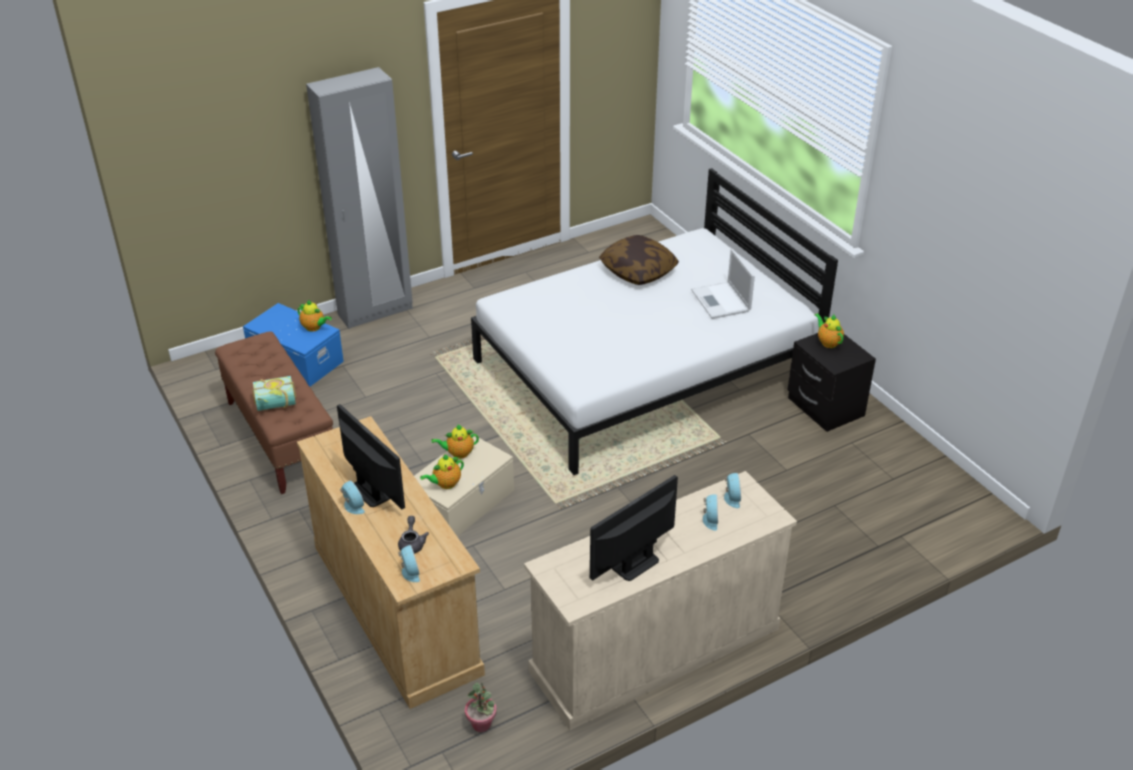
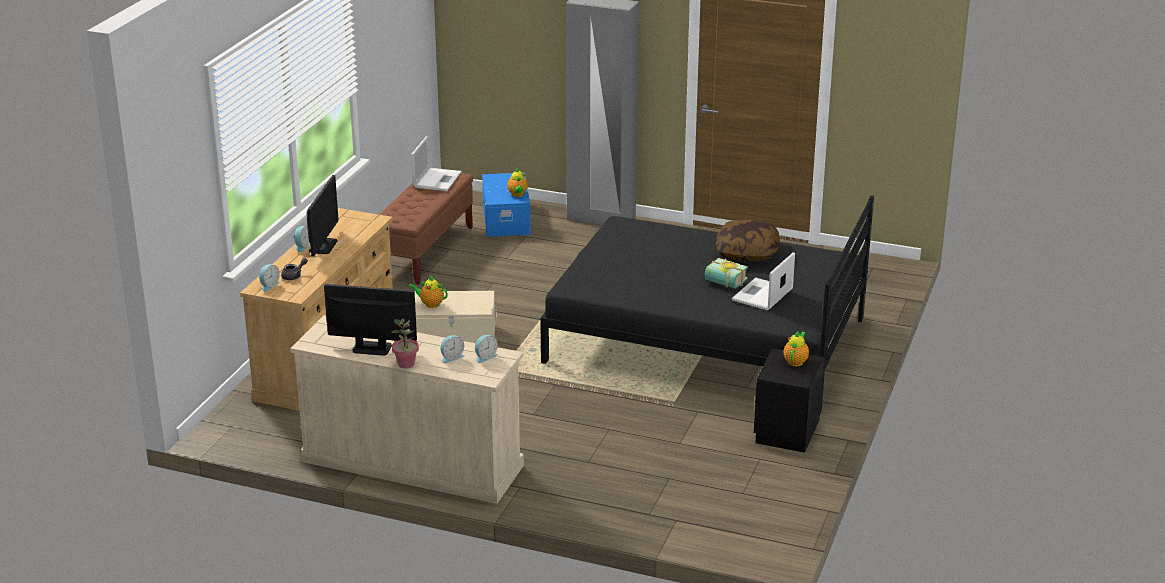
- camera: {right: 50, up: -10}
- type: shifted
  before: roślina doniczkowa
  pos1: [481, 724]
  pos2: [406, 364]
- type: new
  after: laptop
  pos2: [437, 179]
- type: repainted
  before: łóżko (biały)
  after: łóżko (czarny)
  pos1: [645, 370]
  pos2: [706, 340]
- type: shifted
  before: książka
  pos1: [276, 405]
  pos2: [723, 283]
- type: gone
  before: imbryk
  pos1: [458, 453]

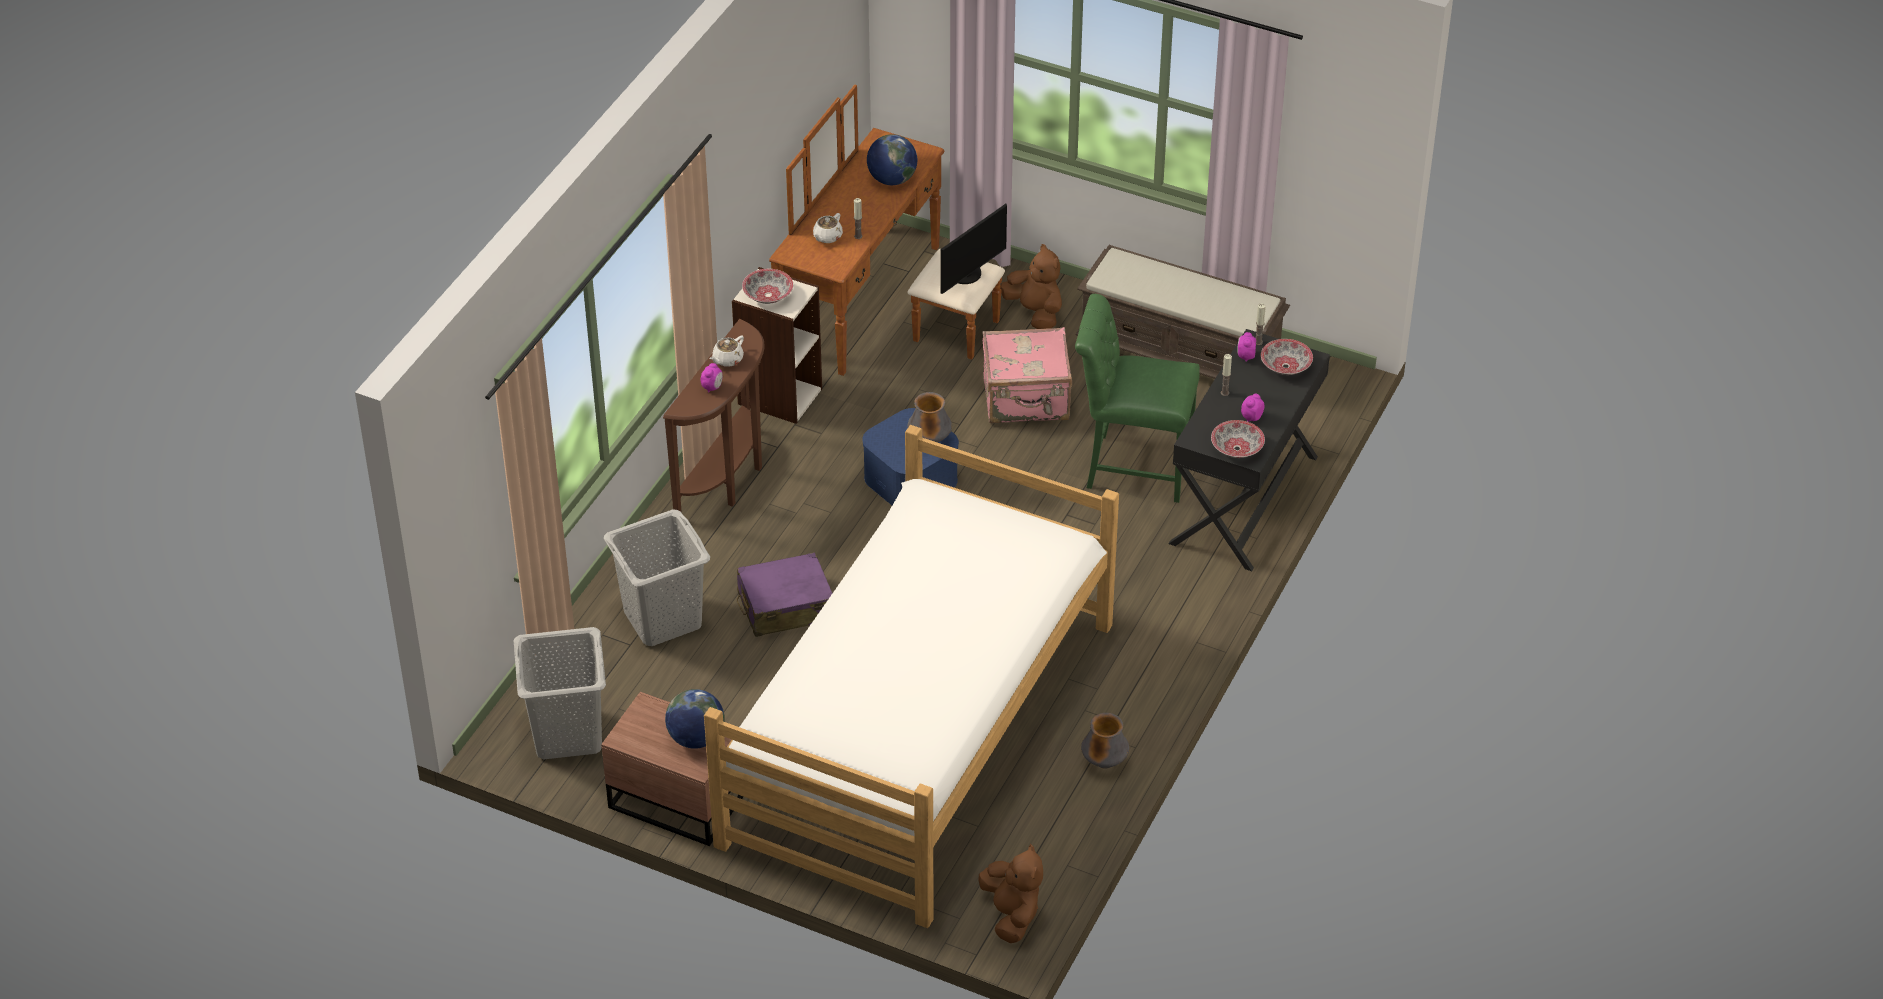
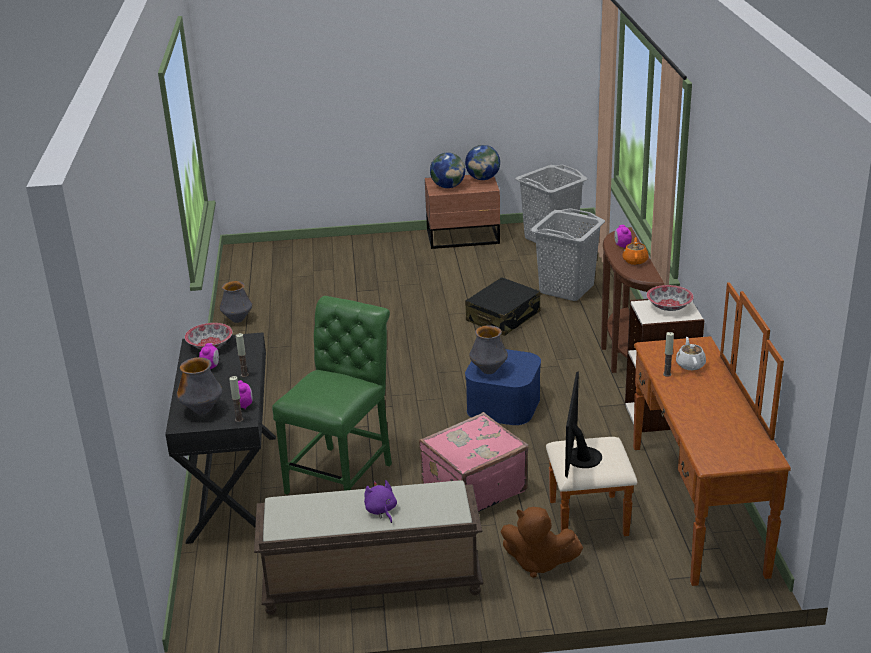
- camera: {right: 150, up: -15}
- type: swapped
  before: miska
  after: wazon
  pos1: [1285, 366]
  pos2: [202, 410]
- type: rotated
  before: krzesło (zielony)
  pos1: [1132, 466]
  pos2: [343, 475]
  turn: -45
- type: new
  after: pluszak (fioletowy)
  pos2: [381, 511]
- type: shifted
  before: globus
  pos1: [892, 179]
  pos2: [483, 178]
- type: repainted
  before: walizka (fioletowy)
  after: walizka (czarny)
  pos1: [785, 606]
  pos2: [503, 317]
- type: repainted
  before: imbryk (biały)
  after: imbryk (pomarańczowy)
  pos1: [727, 360]
  pos2: [635, 260]
- type: gone
  before: łóżko
  pos1: [917, 733]
- type: gone
  before: pluszak (brązowy)
  pos1: [1012, 914]

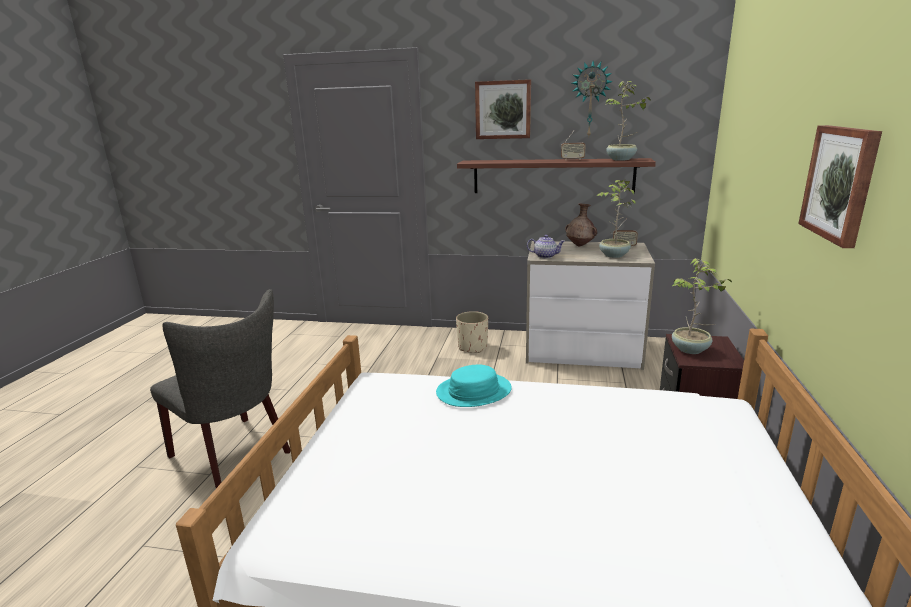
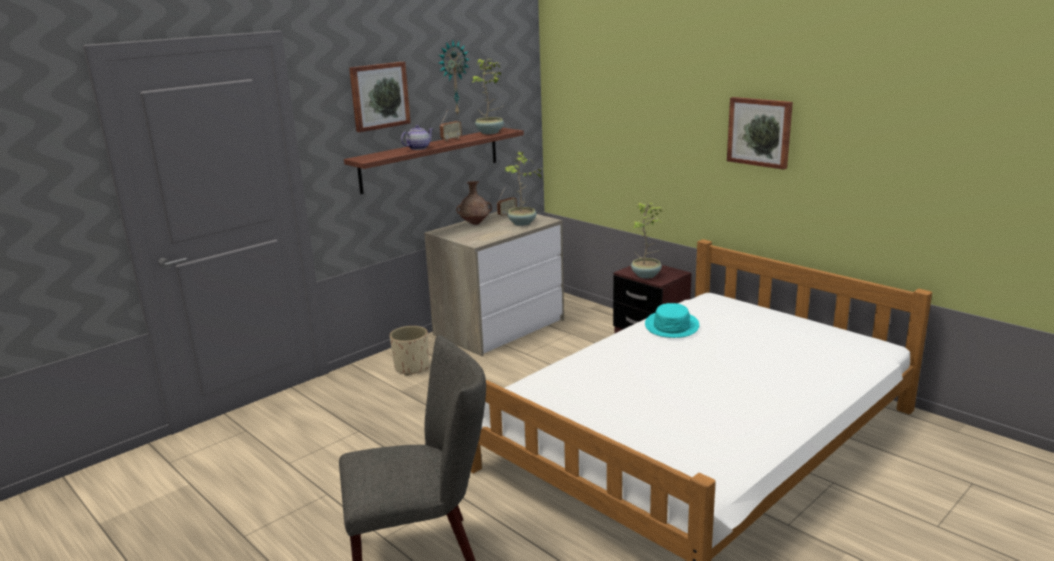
- camera: {right: -55, up: 0}
- type: shifted
  before: imbryk
  pos1: [545, 256]
  pos2: [418, 148]
- type: shifted
  before: kapelusz (turkusowy)
  pos1: [474, 391]
  pos2: [672, 326]

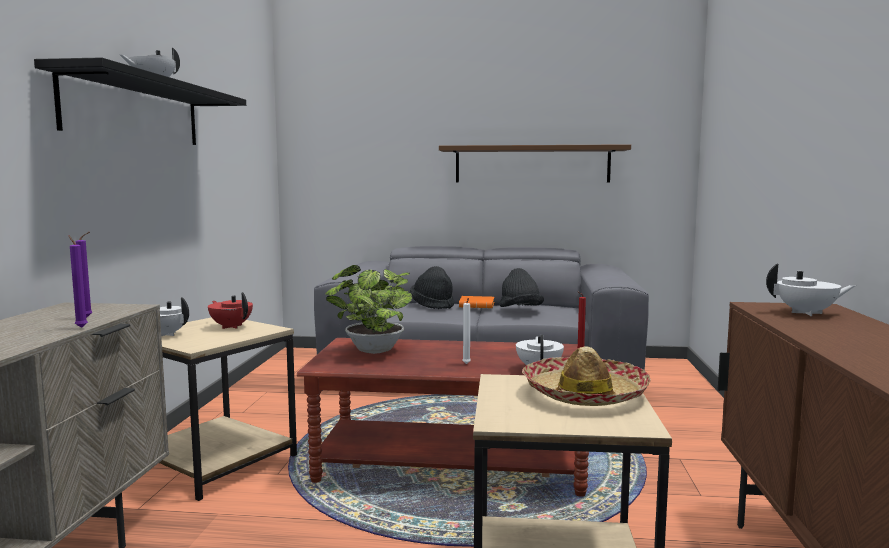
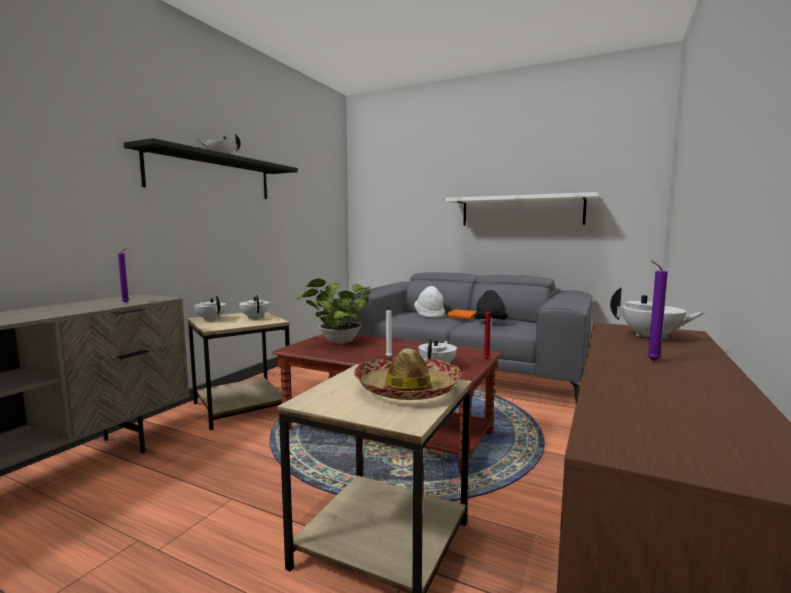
- camera: {right: 20, up: 0}
- type: repainted
  before: imbryk (czerwony)
  after: imbryk (biały)
  pos1: [231, 326]
  pos2: [255, 317]
- type: repainted
  before: kapelusz (czarny)
  after: kapelusz (biały)
  pos1: [432, 305]
  pos2: [429, 314]
- type: repainted
  before: półka (brązowy)
  after: półka (biały)
  pos1: [532, 164]
  pos2: [521, 211]
- type: shifted
  before: świeca (fioletowy)
  pos1: [80, 327]
  pos2: [651, 360]

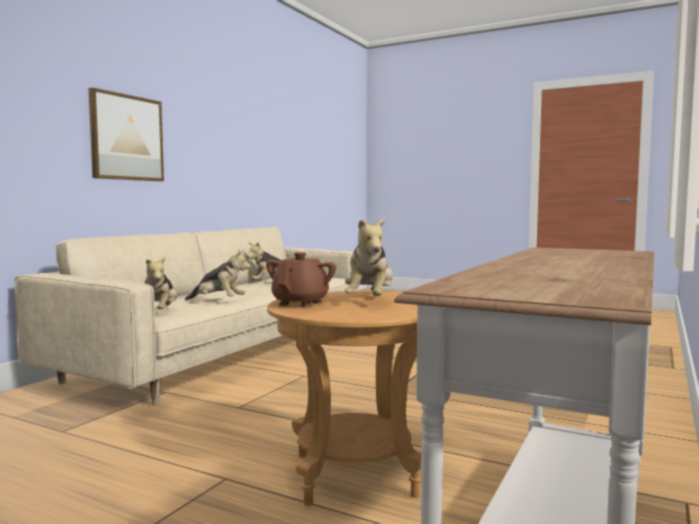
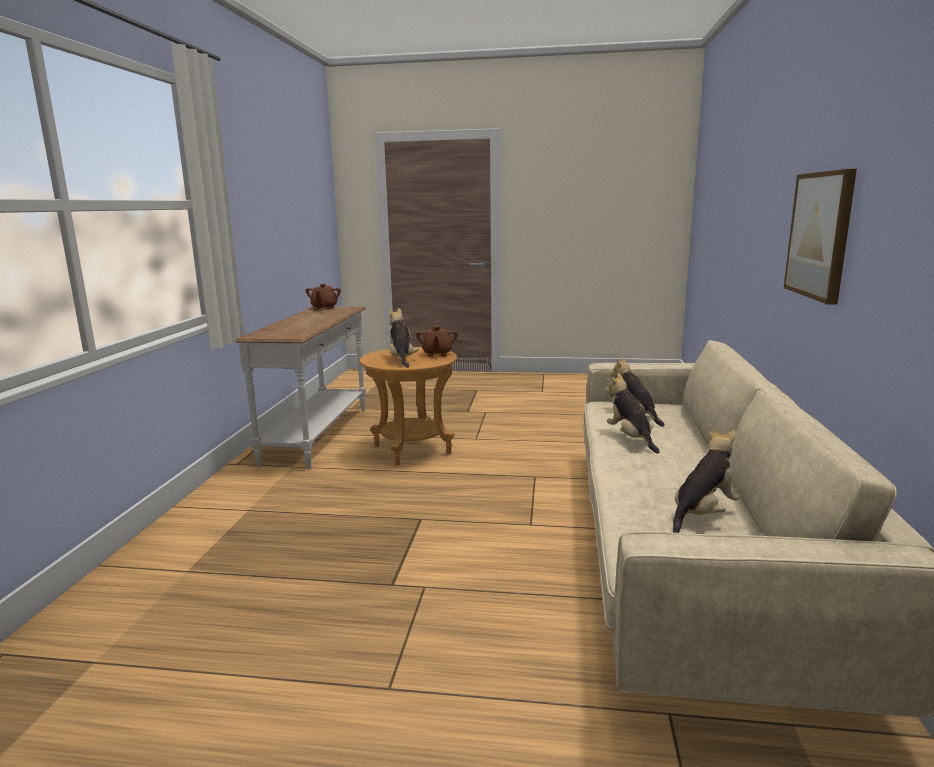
- camera: {right: 160, up: 10}
- type: new
  after: imbryk (brązowy)
  pos2: [324, 308]
- type: rotated
  before: pluszak
  pos1: [218, 301]
  pos2: [630, 438]
  turn: 75

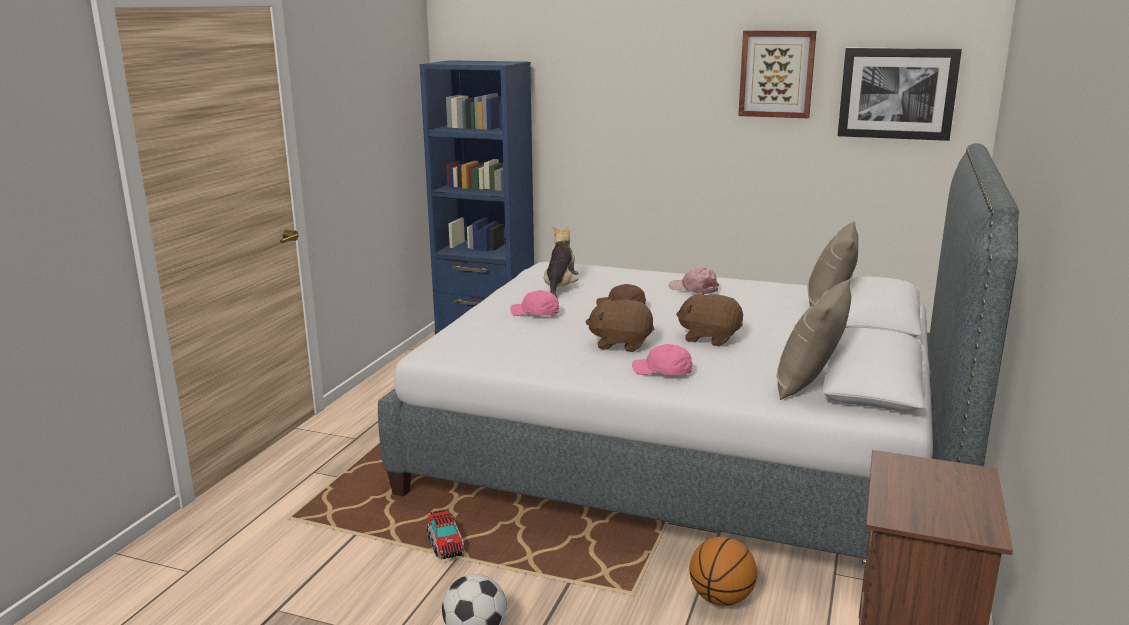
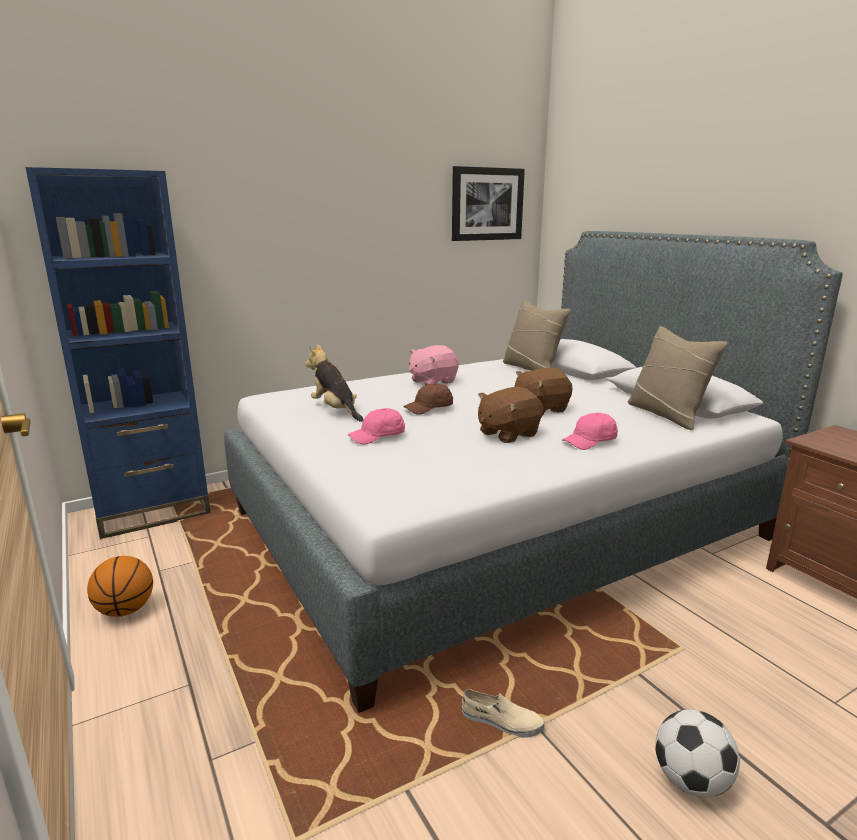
- camera: {right: -50, up: 0}
- type: shifted
  before: piłka do koszykówki
  pos1: [720, 598]
  pos2: [125, 610]
- type: swapped
  before: czapka z daszkiem (różowy)
  after: pluszak (różowy)
  pos1: [694, 288]
  pos2: [432, 381]
- type: swapped
  before: ciężarówka zabawkowa
  after: but (beżowy)
  pos1: [445, 544]
  pos2: [501, 721]
- type: gone
  before: obraz
  pos1: [776, 74]

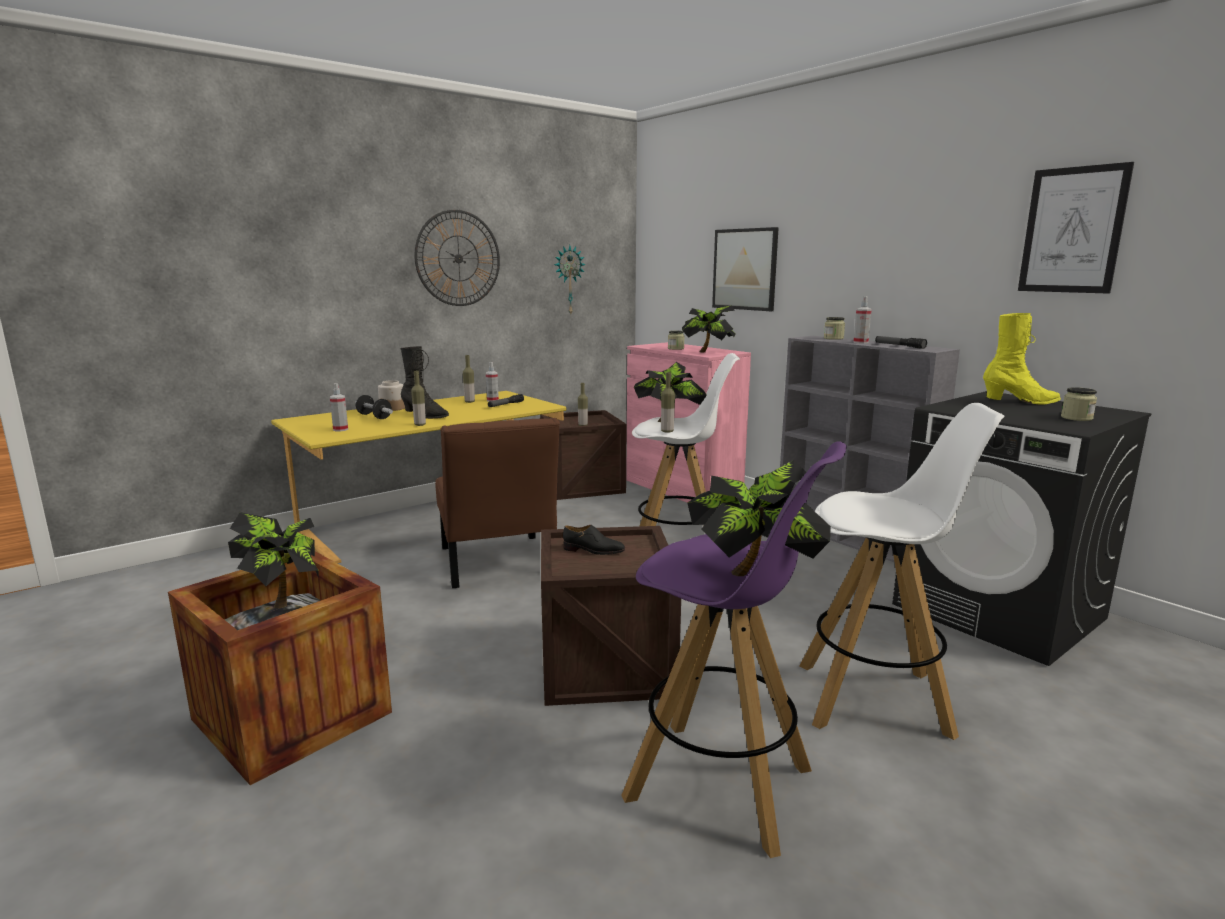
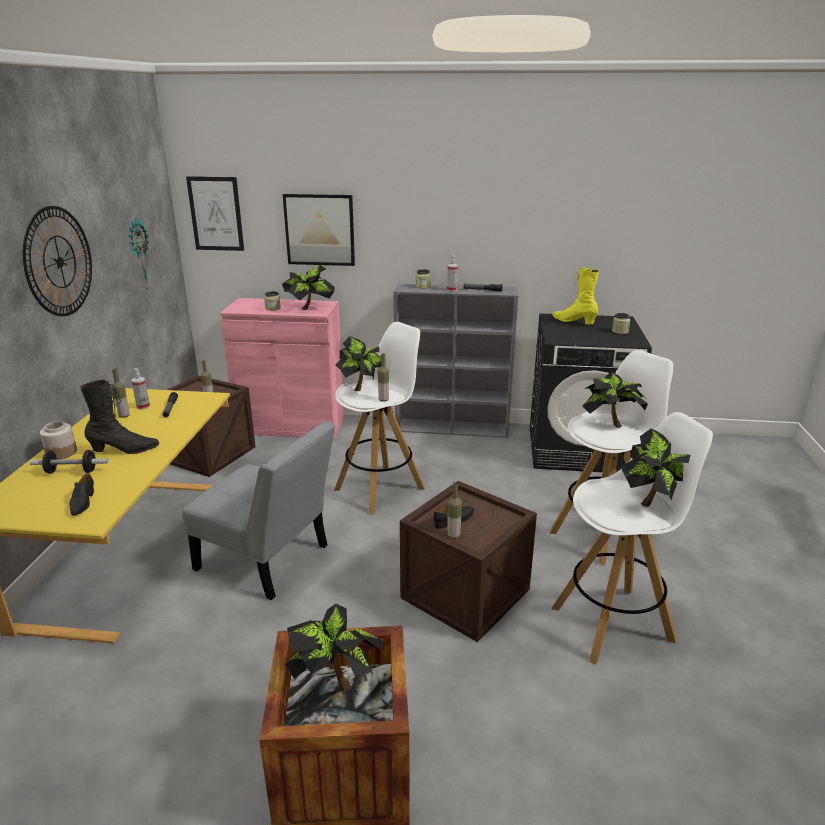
- camera: {right: -45, up: 10}
- type: swapped
  before: spryskiwacz
  after: but (czarny)
  pos1: [340, 429]
  pos2: [82, 502]
- type: repainted
  before: krzesło (brązowy)
  after: krzesło (szary)
  pos1: [497, 564]
  pos2: [268, 560]
- type: shifted
  before: obraz
  pos1: [1072, 230]
  pos2: [216, 214]
- type: shifted
  before: butelka
  pos1: [420, 425]
  pos2: [453, 535]
- type: repainted
  before: stołek (fioletowy)
  after: stołek (biały)
  pos1: [721, 784]
  pos2: [614, 623]
- type: rotated
  before: but z cholewką (żółty)
  pos1: [1020, 402]
  pos2: [574, 322]
  turn: -90
- type: new
  after: roślina doniczkowa
  pos2: [609, 423]

